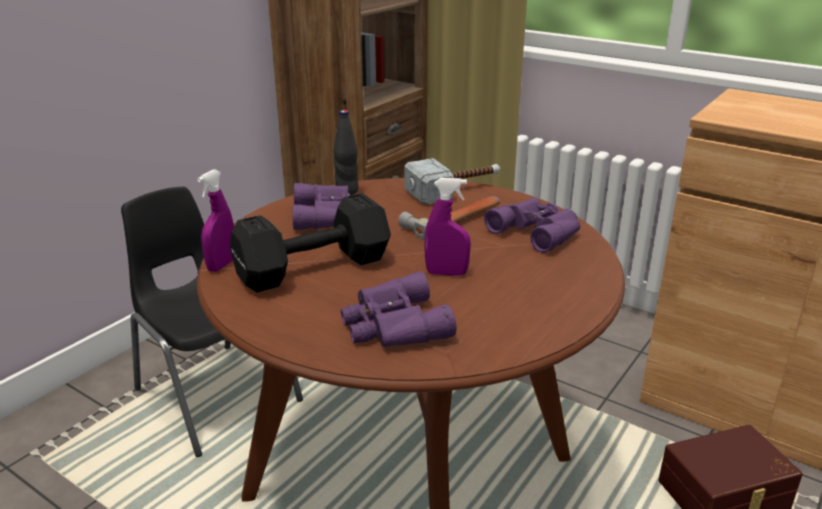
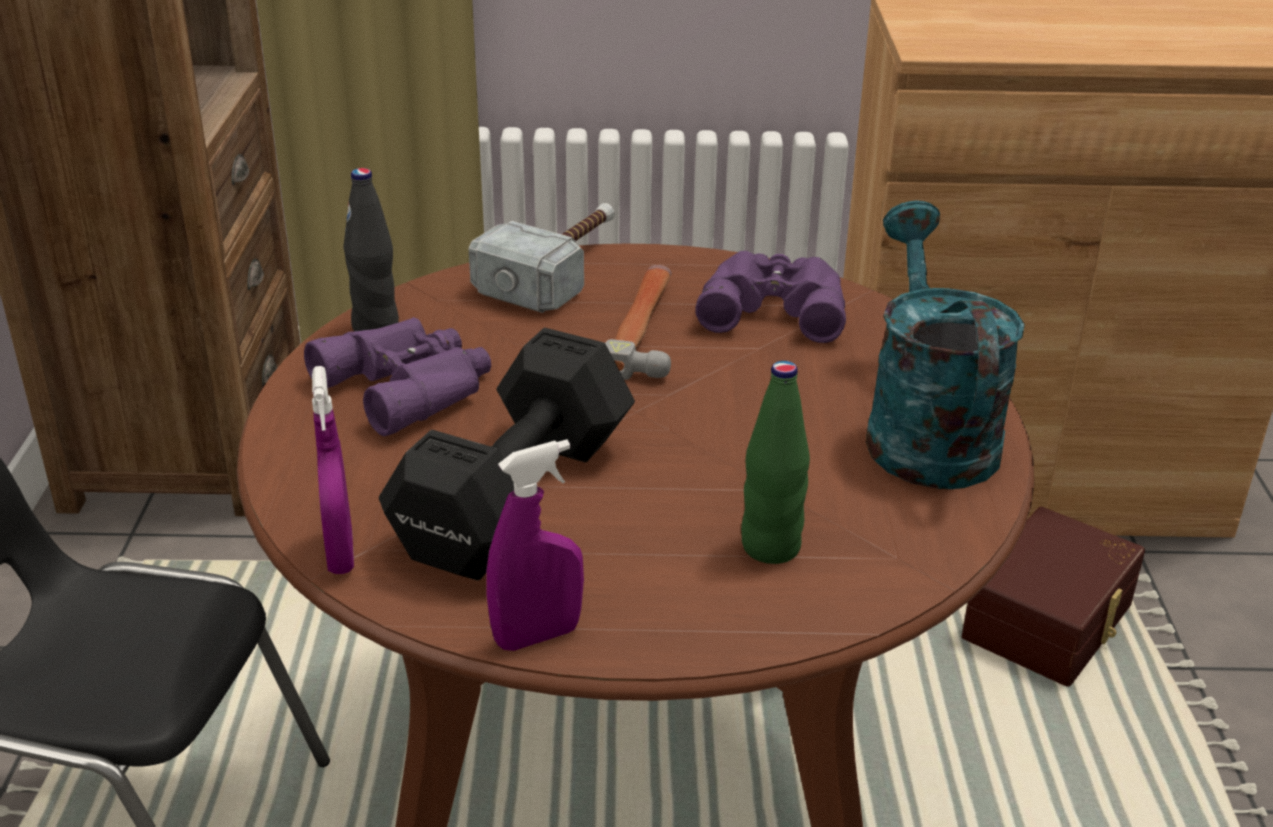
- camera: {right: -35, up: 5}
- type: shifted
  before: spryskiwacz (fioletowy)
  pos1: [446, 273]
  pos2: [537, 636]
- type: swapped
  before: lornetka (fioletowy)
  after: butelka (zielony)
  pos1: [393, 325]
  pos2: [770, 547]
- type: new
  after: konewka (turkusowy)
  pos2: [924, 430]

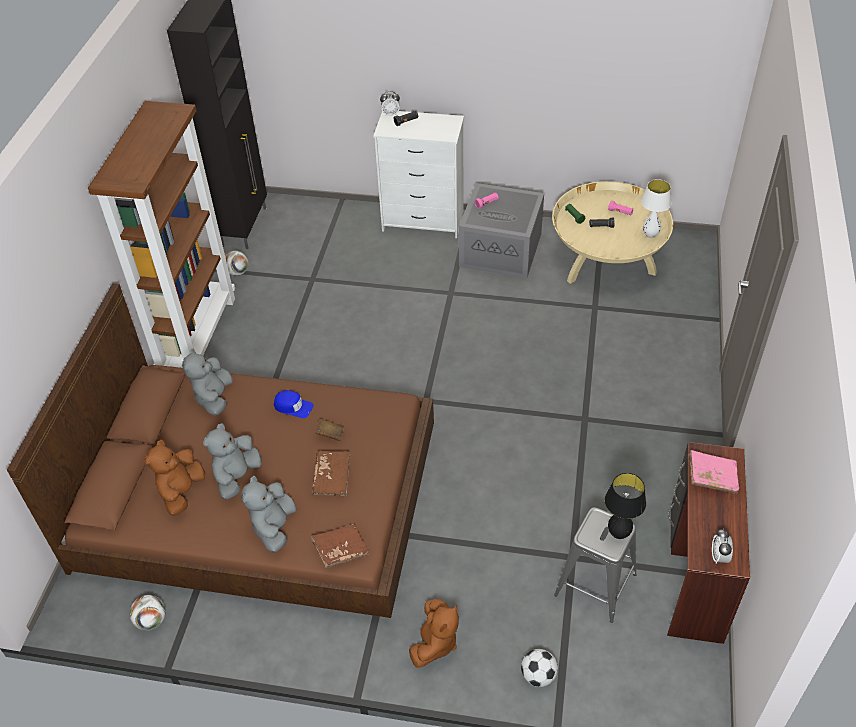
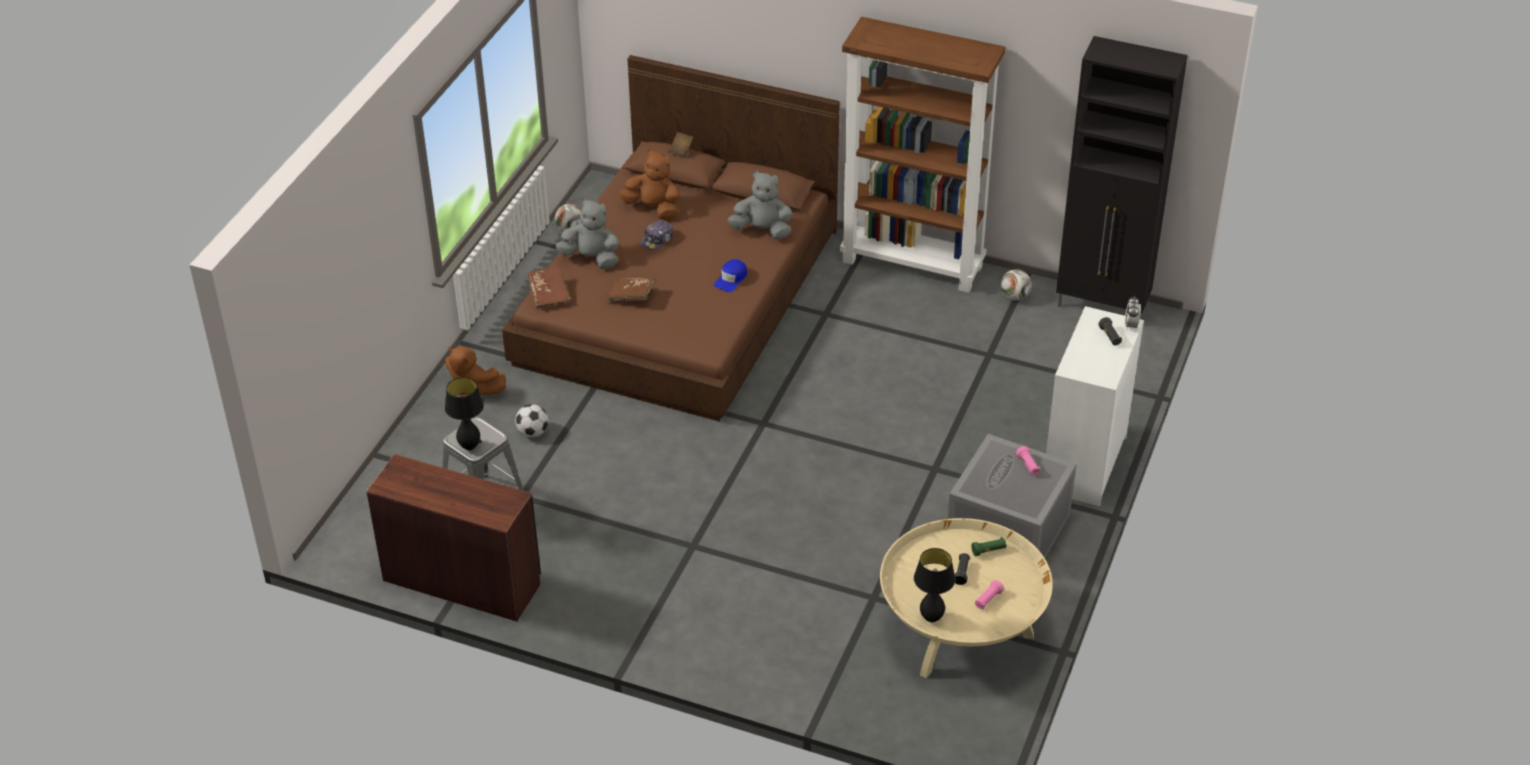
- camera: {right: 100, up: -5}
- type: shifted
  before: piłka futbolowa
  pos1: [538, 676]
  pos2: [533, 432]
- type: swapped
  before: pluszak (szary)
  after: czapka z daszkiem
  pos1: [237, 477]
  pos2: [657, 240]
- type: shifted
  before: książka (brązowy)
  pos1: [330, 434]
  pos2: [681, 150]
- type: repainted
  before: lampa stołowa (biały)
  after: lampa stołowa (czarny)
  pos1: [650, 235]
  pos2: [931, 618]
- type: gone
  before: książka (różowy)
  pos1: [711, 477]
- type: gone
  before: budzik
  pos1: [719, 556]

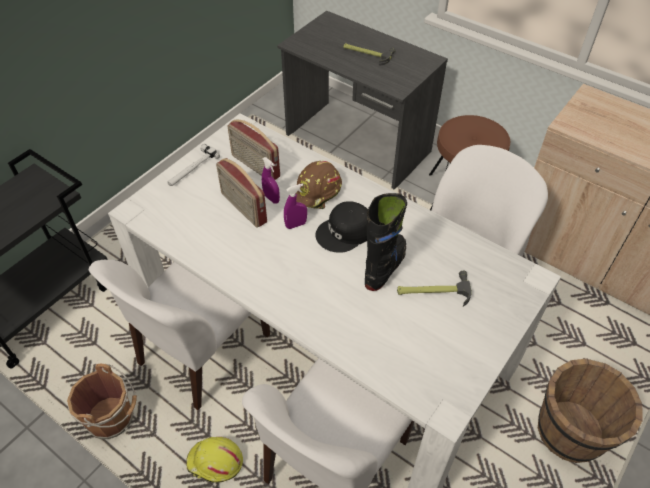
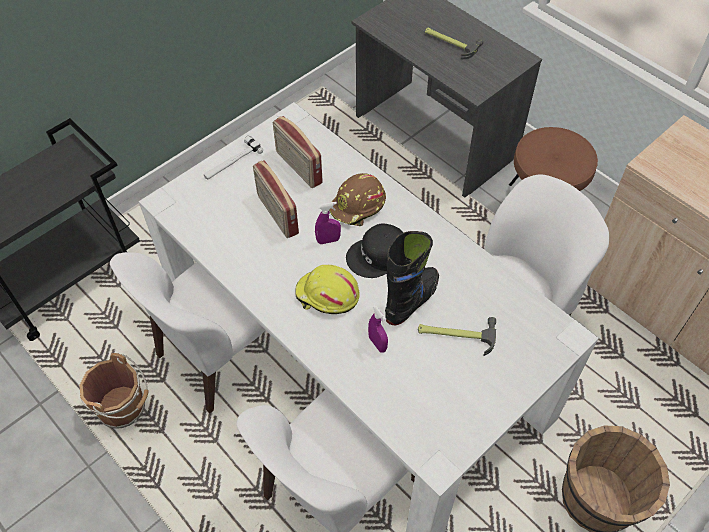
- camera: {right: 10, up: 5}
- type: shifted
  before: kask (żółty)
  pos1: [215, 462]
  pos2: [327, 295]
- type: shifted
  before: spryskiwacz (fioletowy)
  pos1: [271, 198]
  pos2: [377, 344]

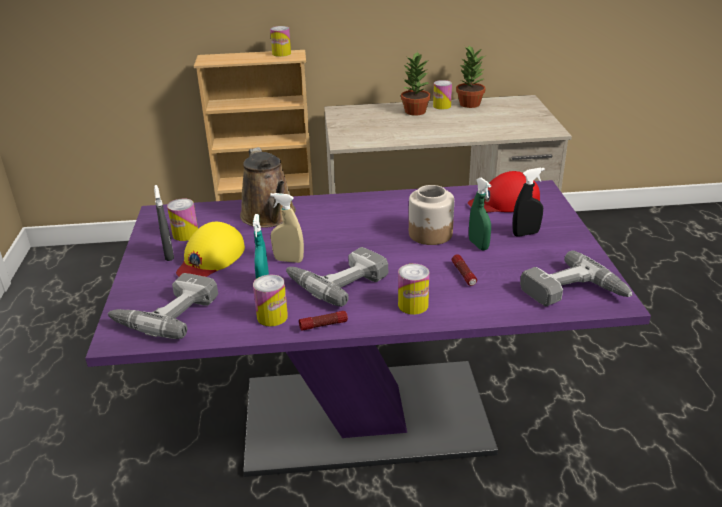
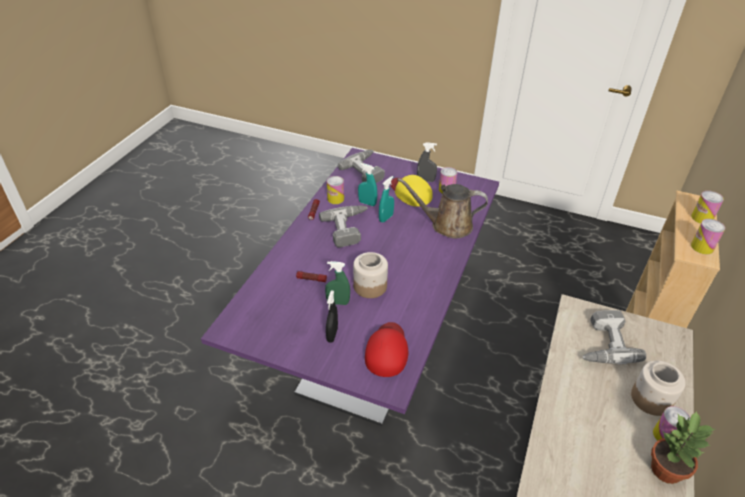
- camera: {right: 115, up: 10}
- type: repainted
  before: spryskiwacz (beżowy)
  after: spryskiwacz (turkusowy)
  pos1: [288, 260]
  pos2: [386, 218]
- type: shifted
  before: wiertarka
  pos1: [574, 293]
  pos2: [603, 343]
- type: swapped
  before: roślina doniczkowa
  after: słoik
  pos1: [415, 112]
  pos2: [650, 398]
- type: shifted
  before: puszka
  pos1: [413, 305]
  pos2: [701, 218]

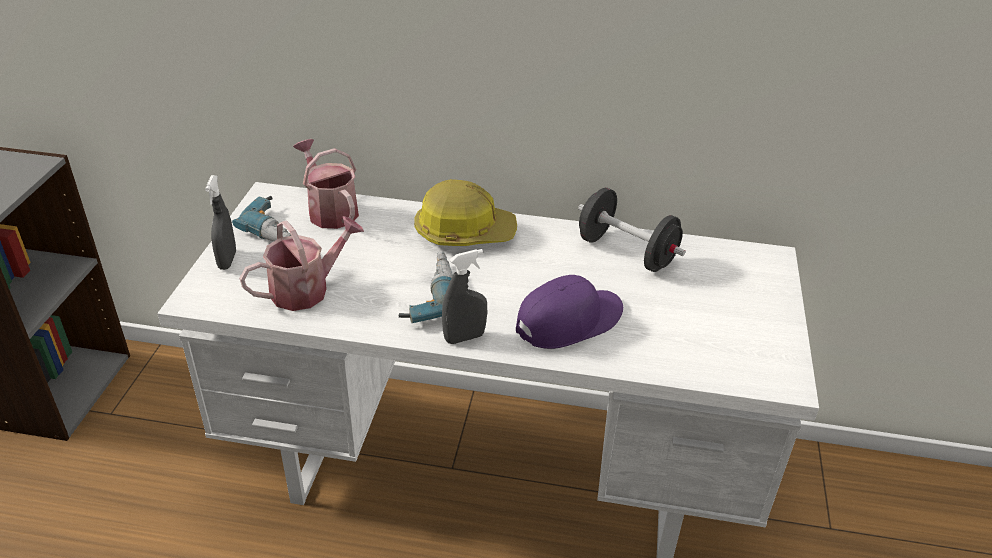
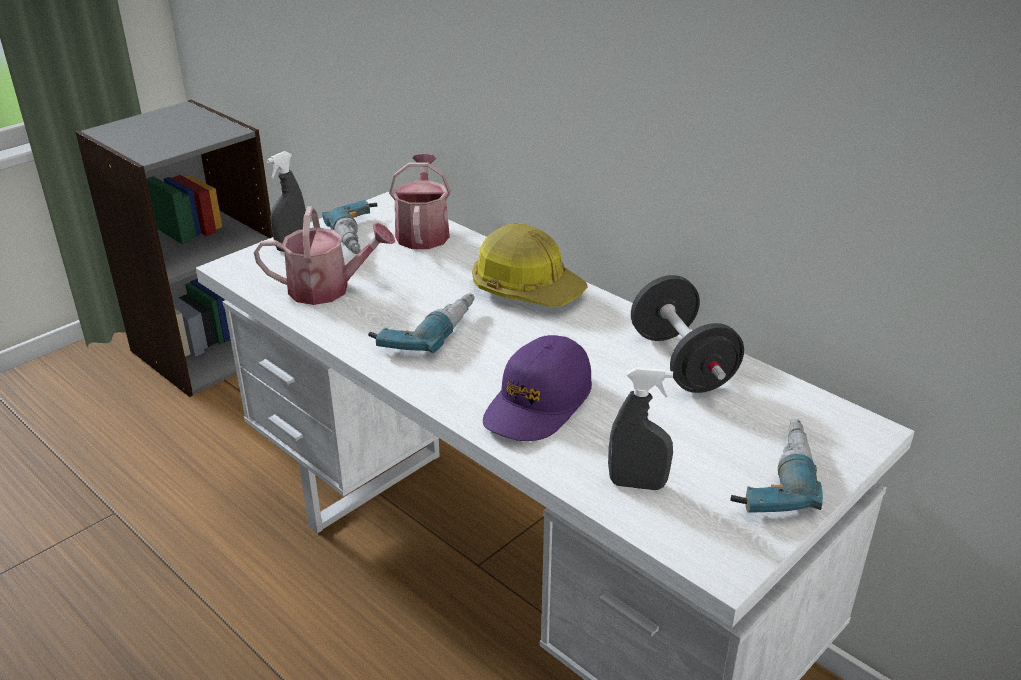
- camera: {right: 35, up: -5}
- type: rotated
  before: czapka z daszkiem (fioletowy)
  pos1: [569, 321]
  pos2: [538, 403]
  turn: 120
- type: shifted
  before: spryskiwacz (szary)
  pos1: [464, 337]
  pos2: [637, 484]
- type: new
  after: wiertarka
  pos2: [769, 475]

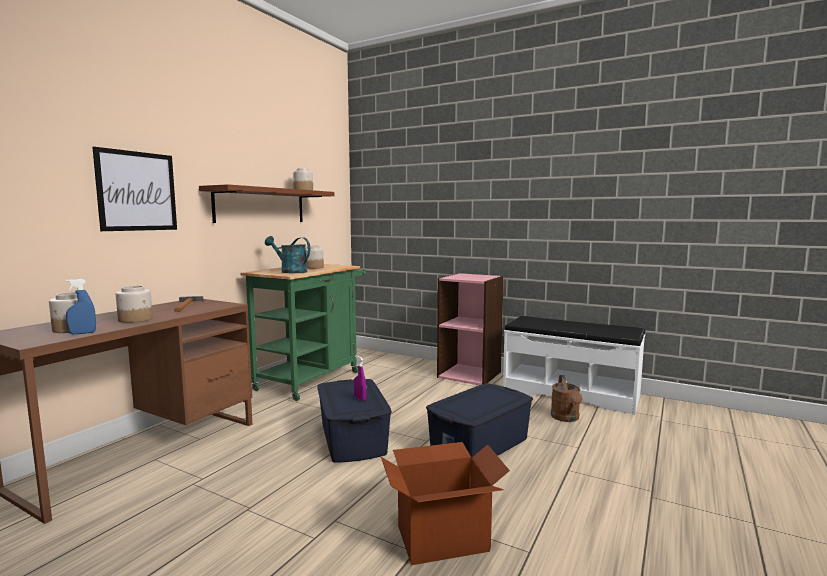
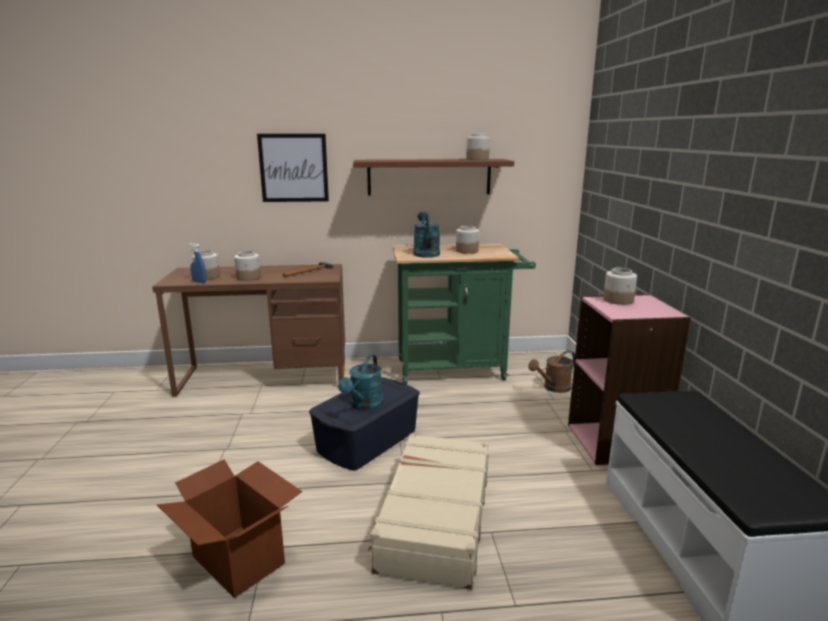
- camera: {right: 55, up: 10}
- type: swapped
  before: spryskiwacz (fioletowy)
  after: konewka (turkusowy)
  pos1: [360, 399]
  pos2: [364, 406]
- type: swapped
  before: pojemnik do przechowywania (niebieski)
  after: walizka (beżowy)
  pos1: [480, 444]
  pos2: [434, 519]
- type: shifted
  before: konewka (brązowy)
  pos1: [566, 418]
  pos2: [553, 388]
- type: new
  after: słoik
  pos2: [618, 300]

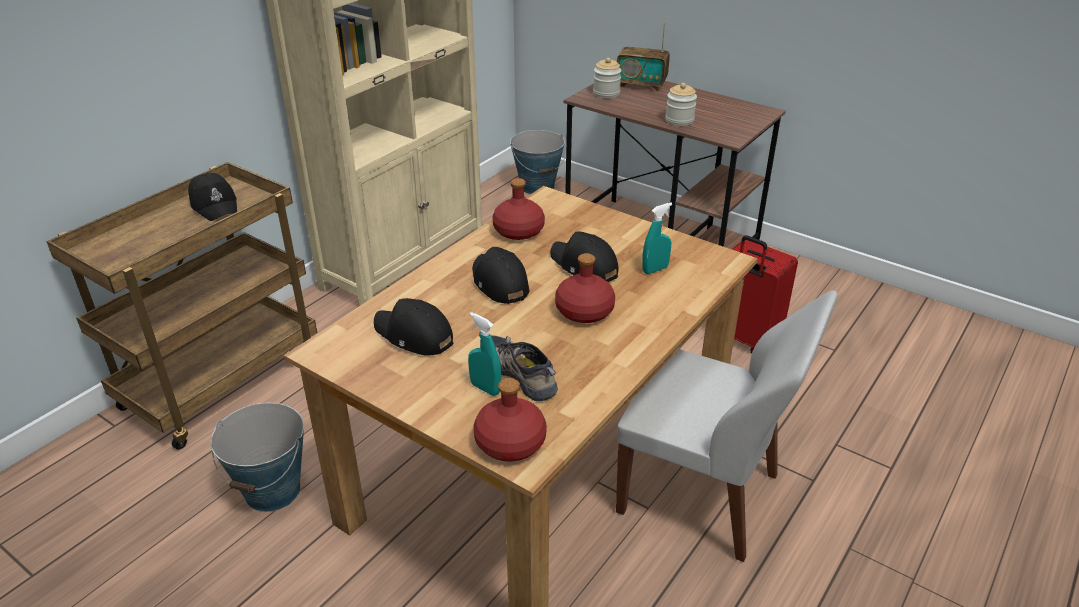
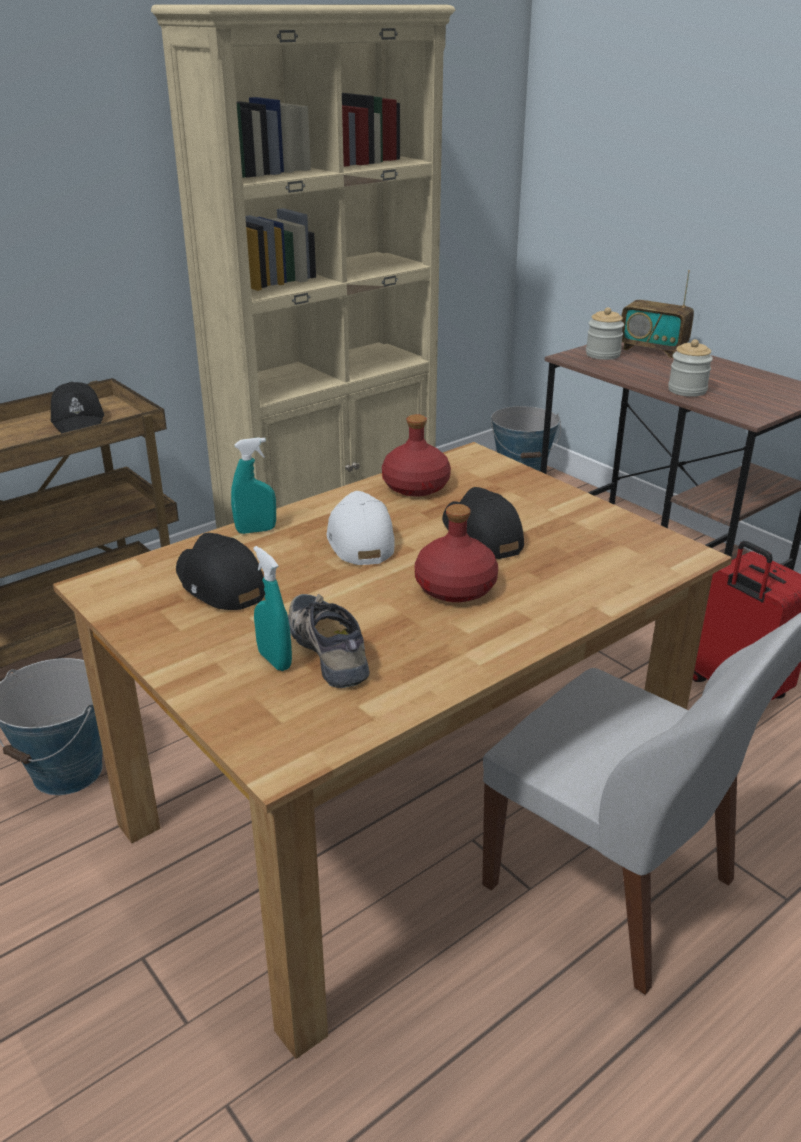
- camera: {right: 15, up: -5}
- type: shifted
  before: spryskiwacz (turkusowy)
  pos1: [655, 270]
  pos2: [256, 530]
- type: repainted
  before: czapka z daszkiem (czarny)
  after: czapka z daszkiem (biały)
  pos1: [498, 283]
  pos2: [359, 540]
- type: gone
  before: butelka (czerwony)
  pos1: [511, 443]

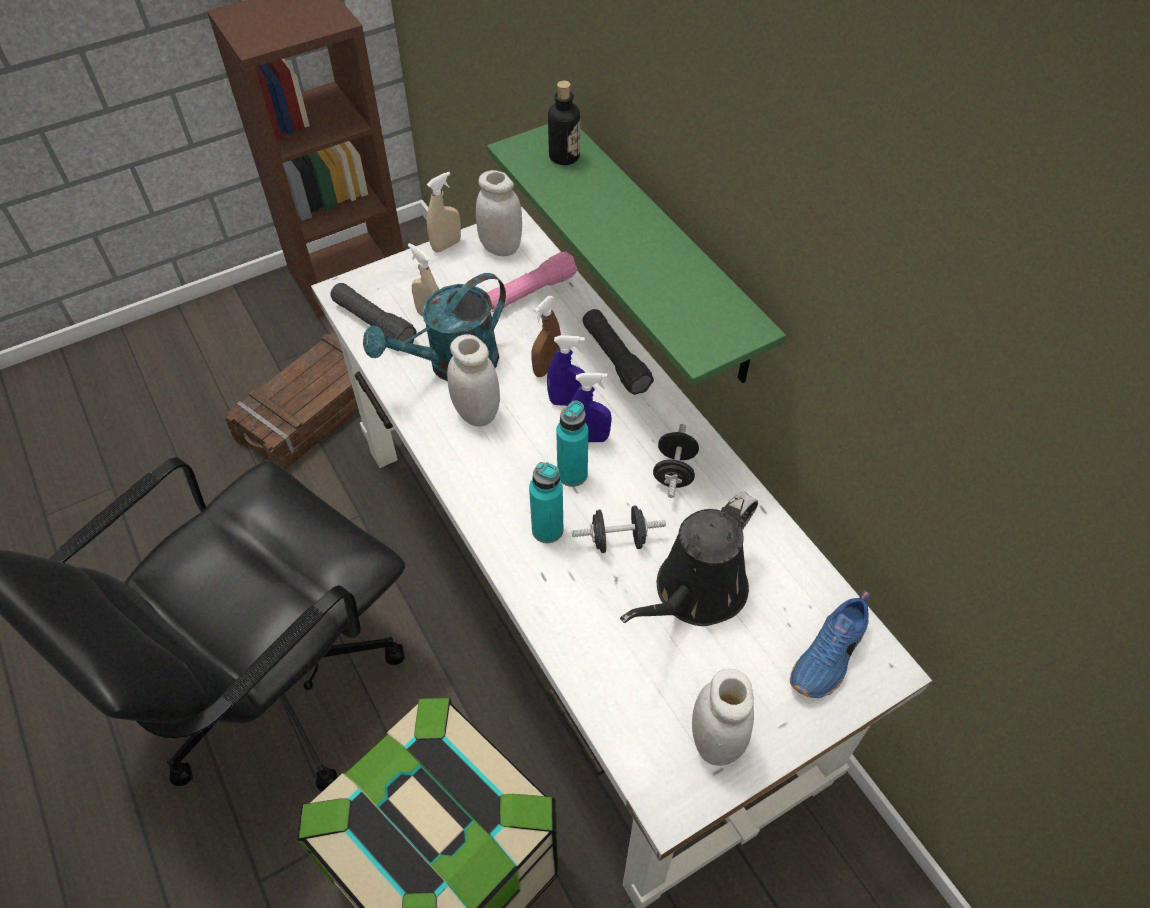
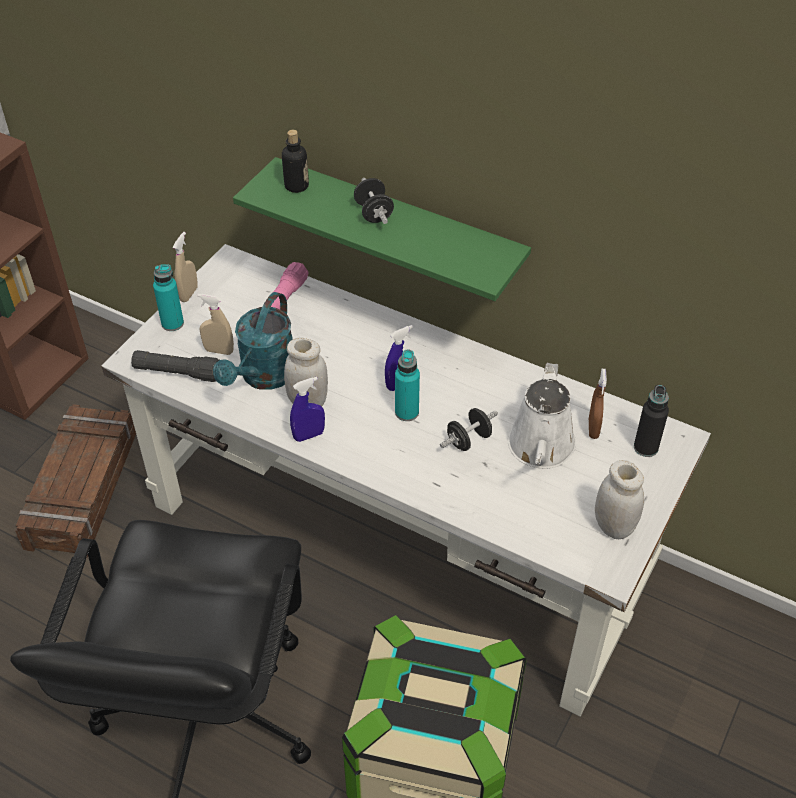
- camera: {right: -30, up: -5}
- type: shifted
  before: butelka (turkusowy)
  pos1: [547, 530]
  pos2: [172, 323]
- type: shifted
  before: spryskiwacz (niebieski)
  pos1: [568, 402]
  pos2: [309, 435]
- type: shifted
  before: hantel (czarny)
  pos1: [674, 472]
  pos2: [373, 213]
- type: repainted
  before: konewka (czarny)
  after: konewka (biały)
  pos1: [695, 593]
  pos2: [540, 449]
- type: shifted
  before: spryskiwacz (brązowy)
  pos1: [547, 367]
  pos2: [593, 428]
- type: swapped
  before: but (niebieski)
  after: butelka (czarny)
  pos1: [829, 657]
  pos2: [645, 447]
- type: gone
  before: słoik (biały)
  pos1: [501, 247]
- type: gone
  before: latarka (czarny)
  pos1: [615, 359]

